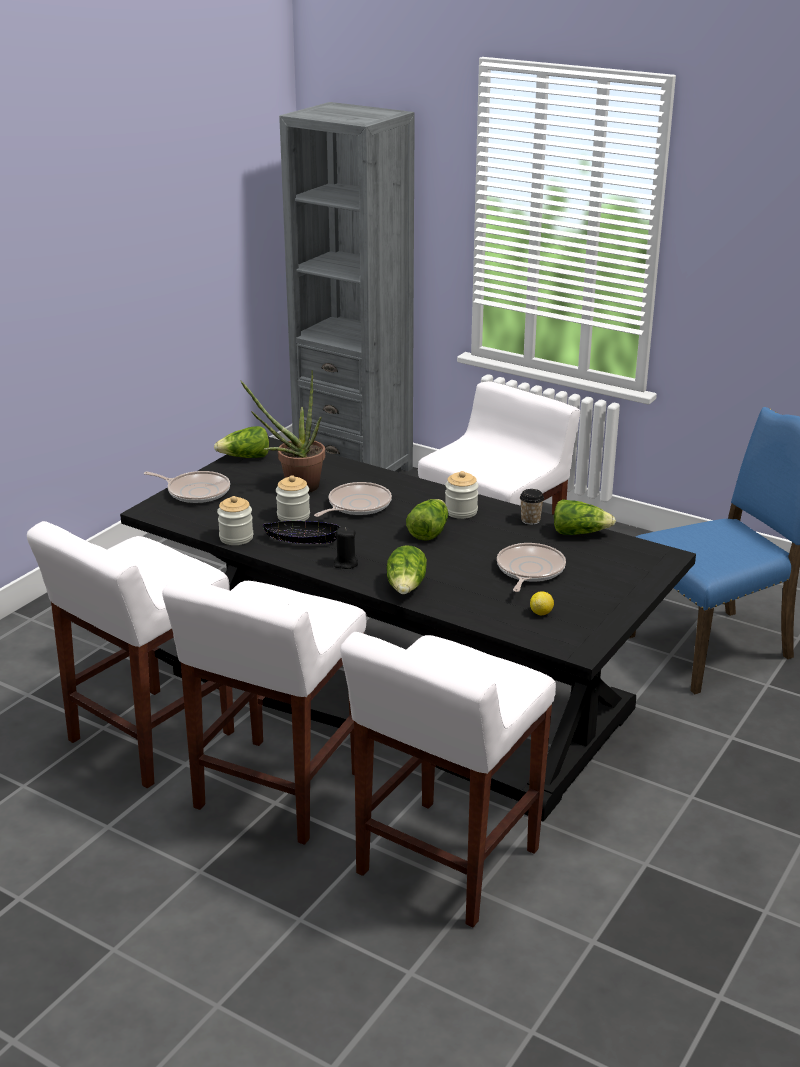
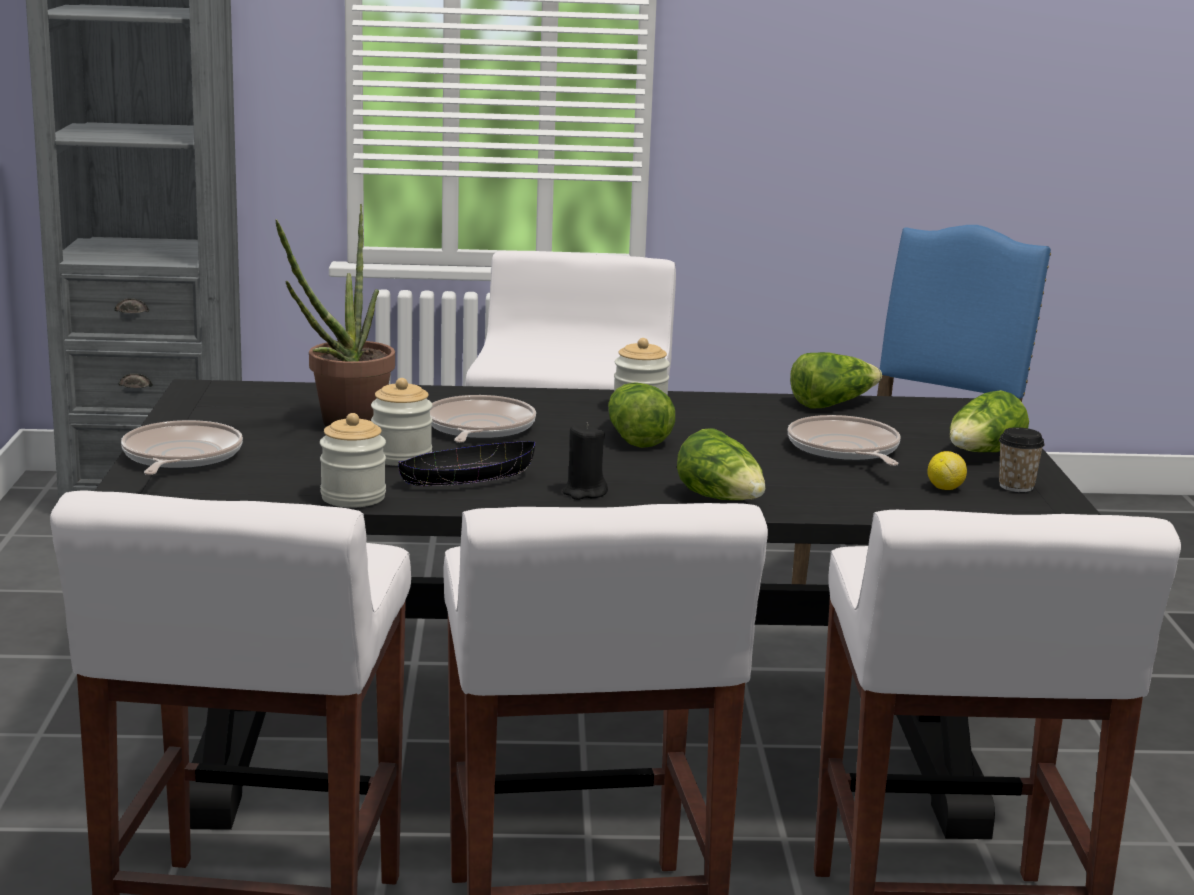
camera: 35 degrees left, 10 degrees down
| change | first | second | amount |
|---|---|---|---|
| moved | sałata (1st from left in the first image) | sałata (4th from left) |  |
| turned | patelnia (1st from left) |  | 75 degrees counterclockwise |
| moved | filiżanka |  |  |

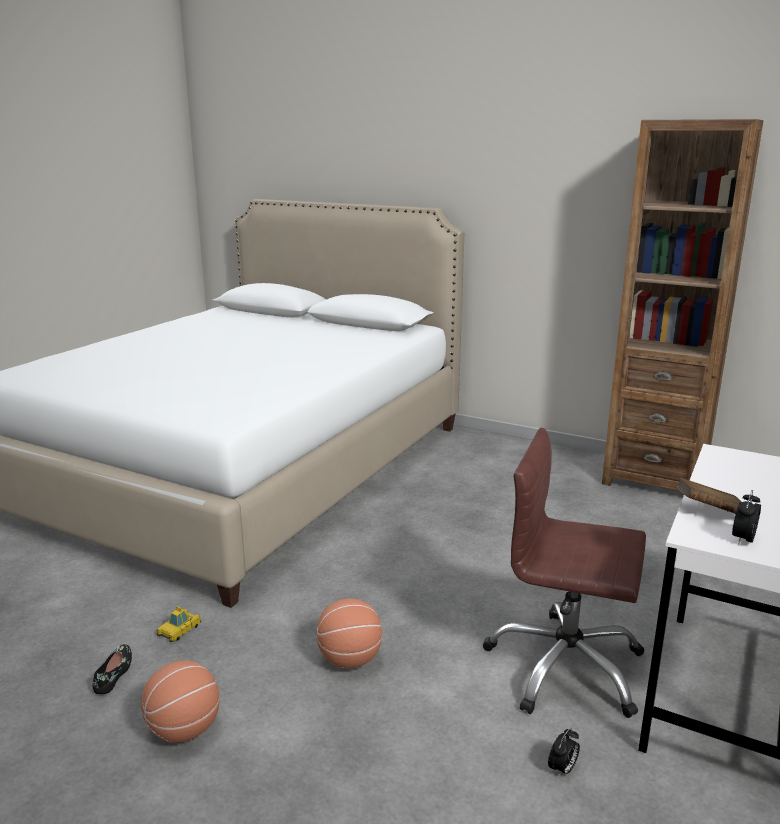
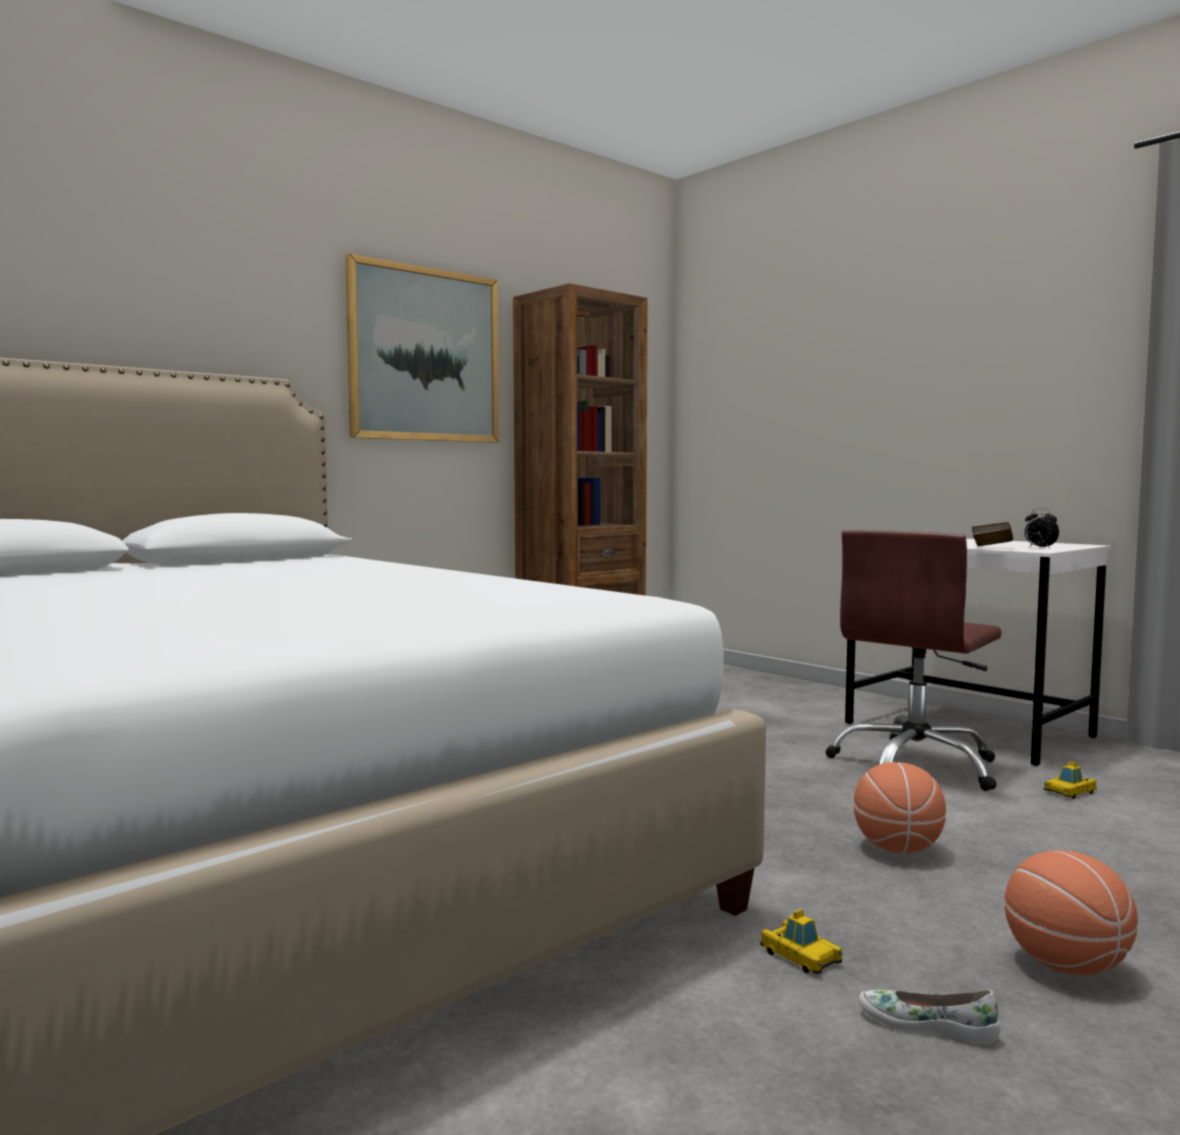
camera: 70 degrees left, 15 degrees down
| change | first | second | amount |
|---|---|---|---|
| recoloured | but/czarny | but/biały |  |
| replaced | budzik (1st from left) | samochodzik (2nd from left) |  |
| added |  | obraz |  |

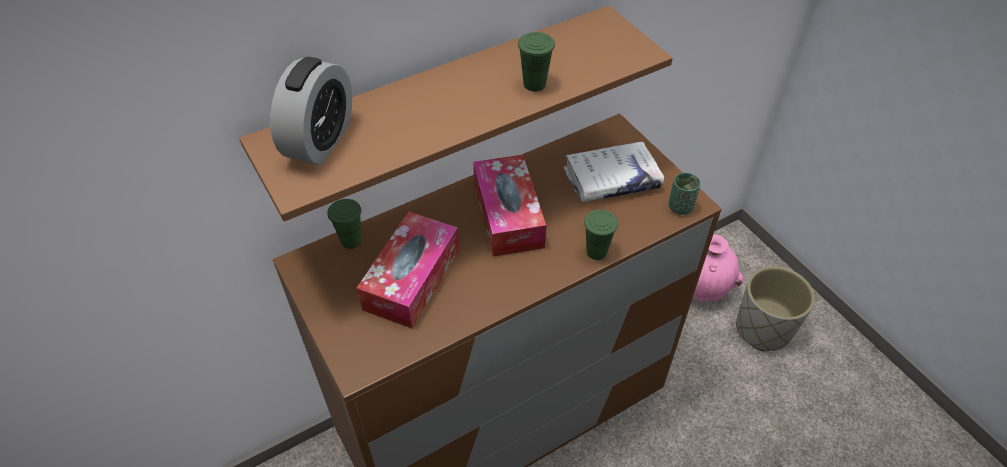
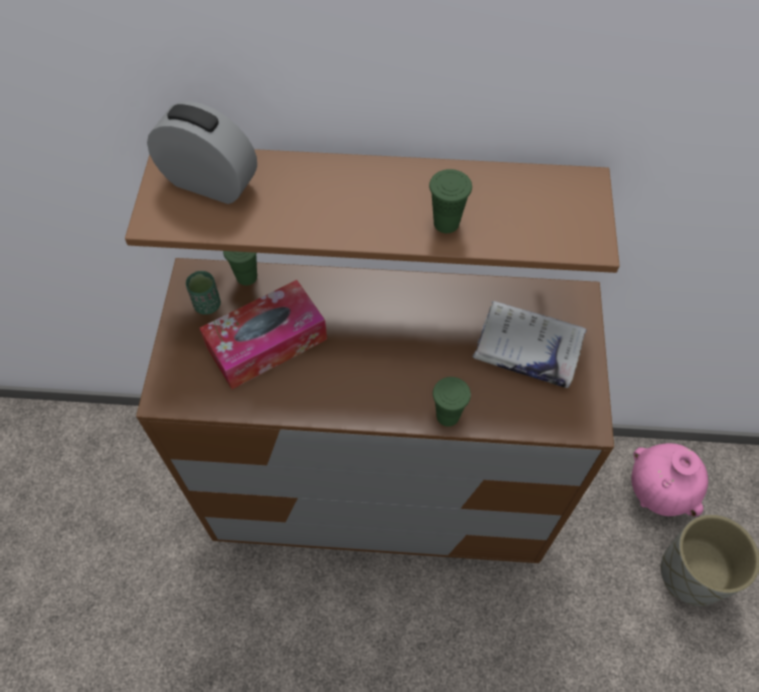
camera: 35 degrees right, 10 degrees up
| change | first | second | amount |
|---|---|---|---|
| turned | budzik |  | 120 degrees counterclockwise |
| removed | pudełko chusteczek (2nd from left) |  |  |
| moved | filiżanka/zielony (4th from left in the first image) | filiżanka/zielony (1st from left) |  |

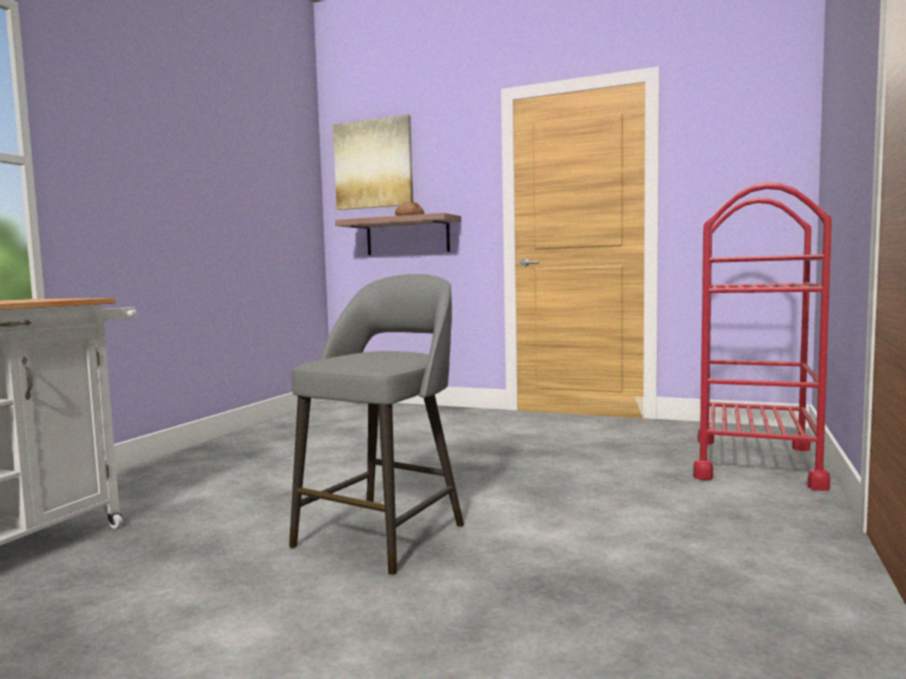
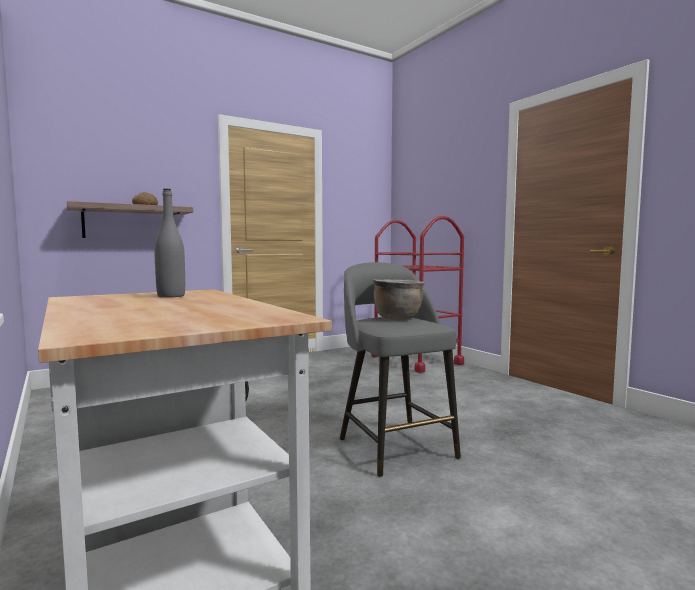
camera: 55 degrees left, 0 degrees up
| change | first | second | amount |
|---|---|---|---|
| removed | obraz |  |  |
| added |  | butelka/szary |  |
| added |  | garnek/brązowy |  |

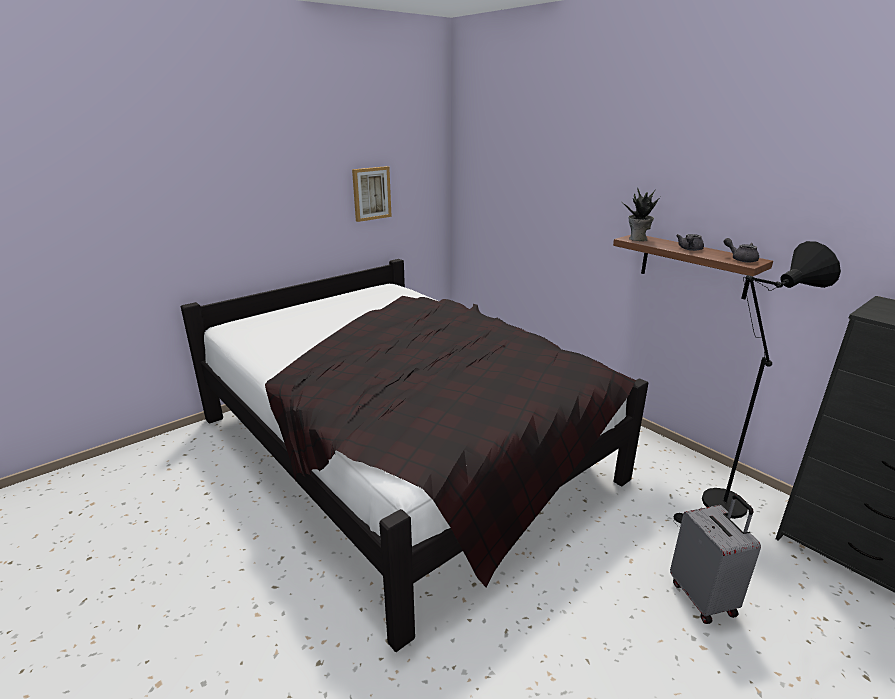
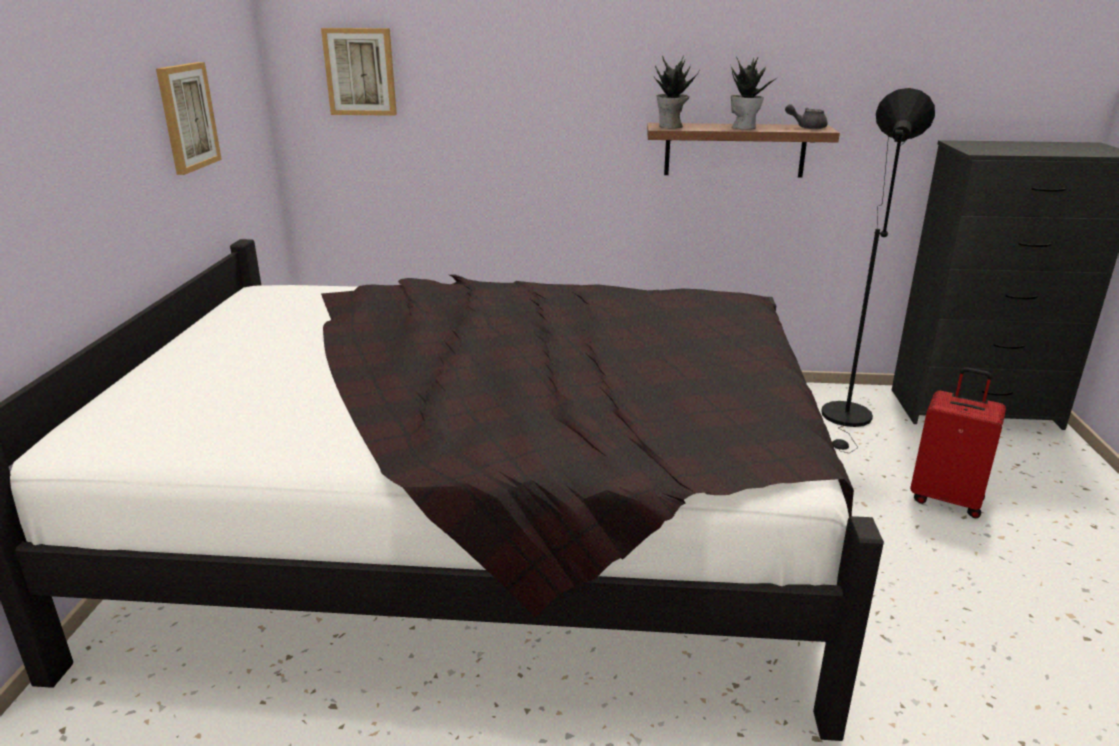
camera: 45 degrees left, 0 degrees up
| change | first | second | amount |
|---|---|---|---|
| replaced | imbryk/szary (1st from left) | roślina doniczkowa (2nd from left) |  |
| recoloured | walizka/szary | walizka/czerwony |  |
| added |  | obraz (2nd from left) |  |

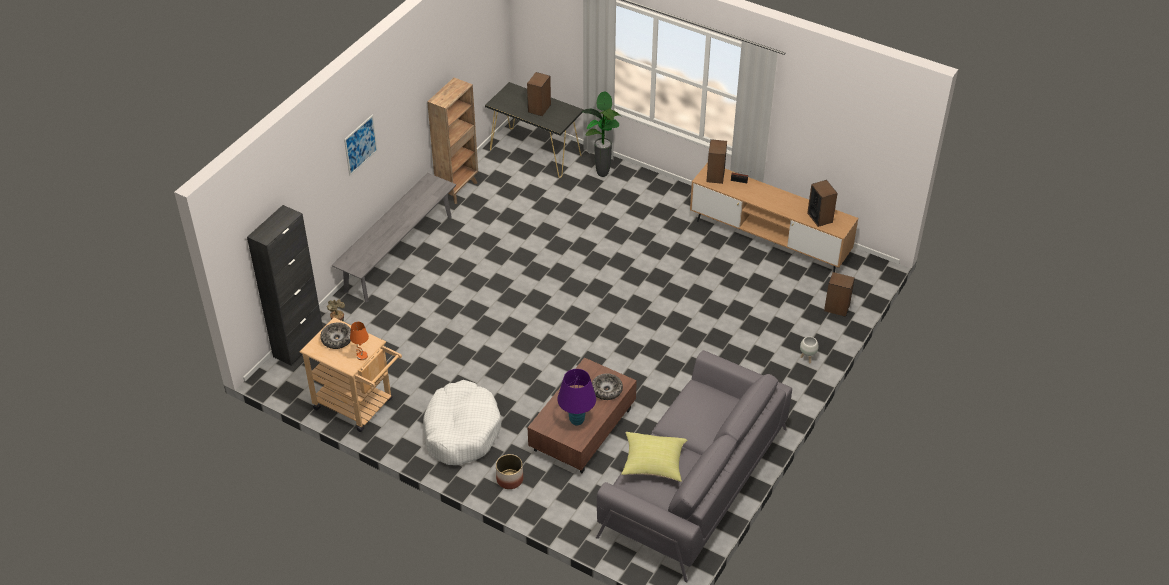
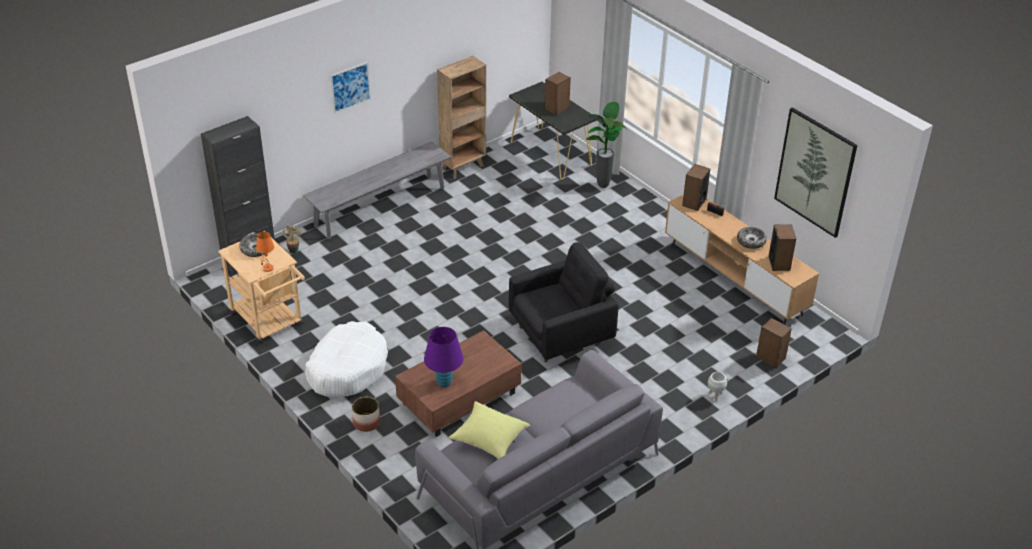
camera: 20 degrees right, 5 degrees down
| change | first | second | amount |
|---|---|---|---|
| moved | miska (2nd from left) |  |  |
| added |  | obraz (2nd from left) |  |
| added |  | fotel/czarny |  |

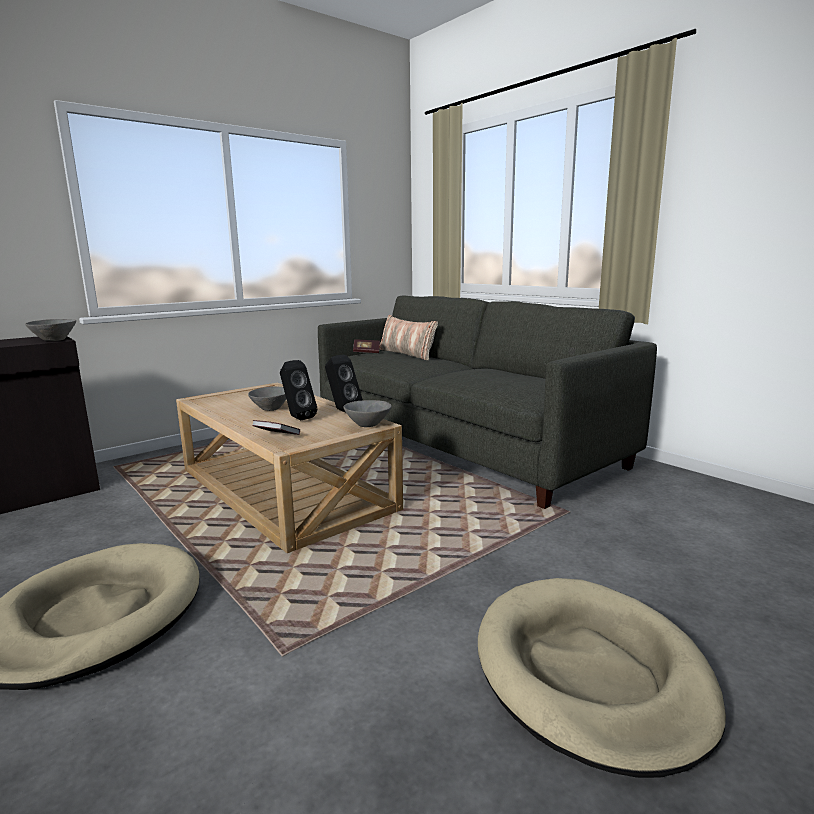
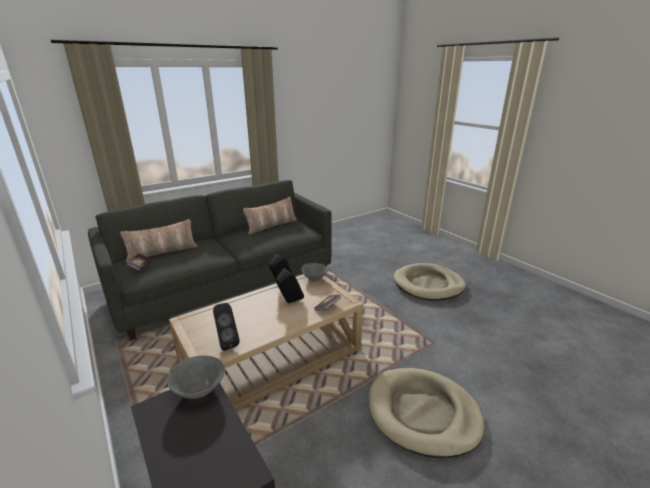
camera: 85 degrees left, 10 degrees up
| change | first | second | amount |
|---|---|---|---|
| removed | miska/szary (2nd from left) |  |  |
| added |  | poduszka (2nd from left) |  |
| added |  | głośnik/czarny (1st from left) |  |

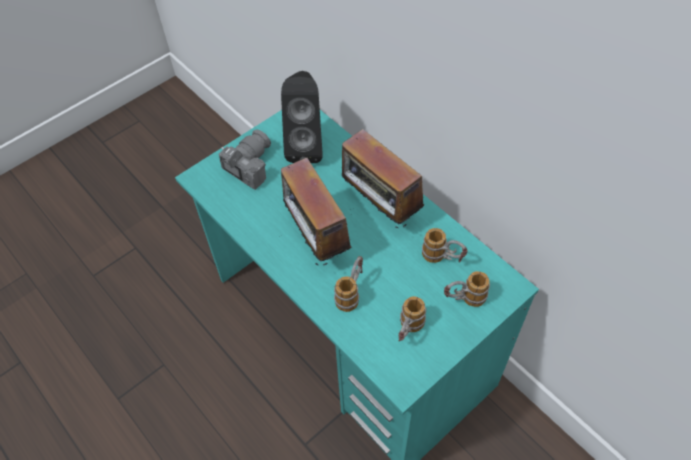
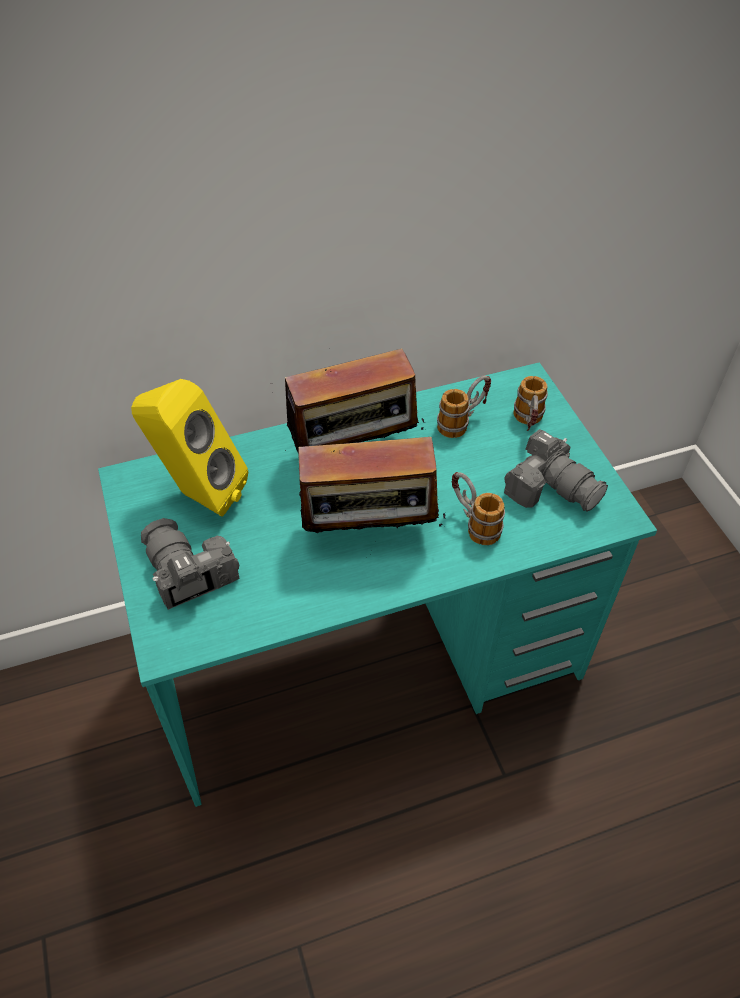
camera: 70 degrees left, 5 degrees down
| change | first | second | amount |
|---|---|---|---|
| recoloured | głośnik/czarny | głośnik/żółty |  |
| replaced | kubek (2nd from left) | aparat fotograficzny (2nd from left) |  |

